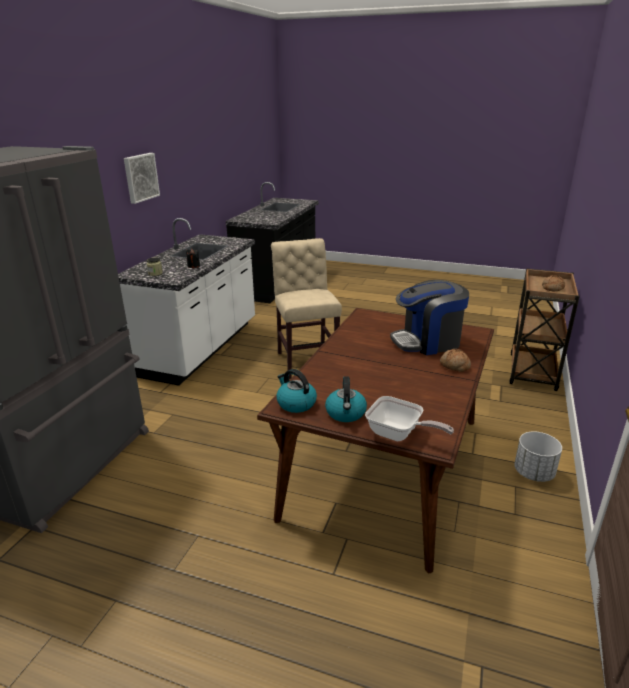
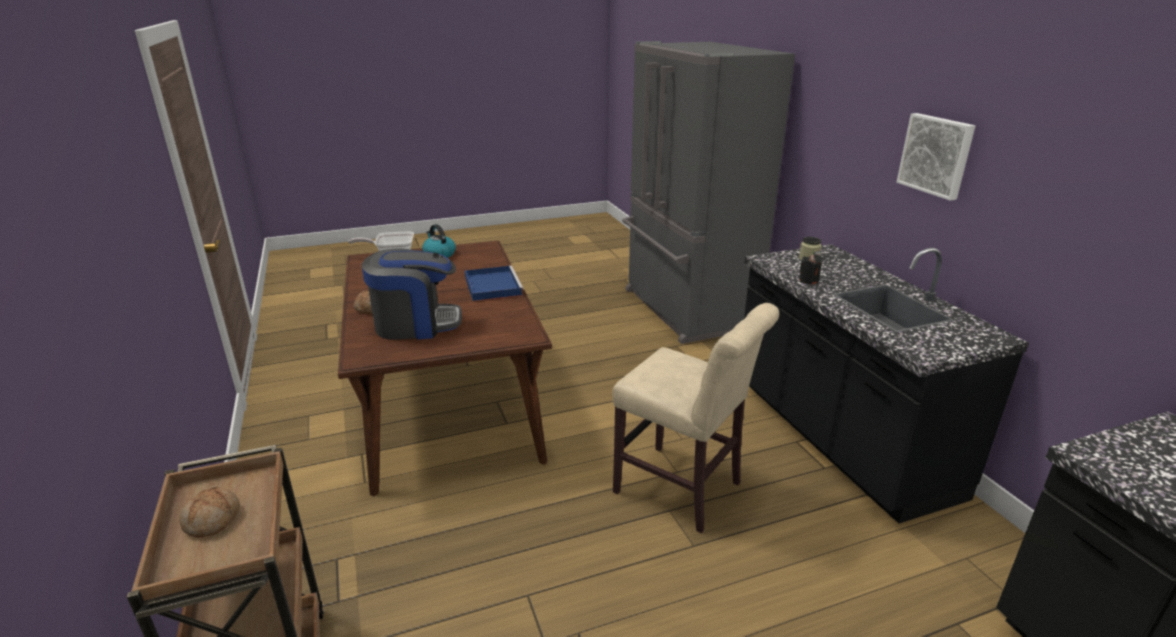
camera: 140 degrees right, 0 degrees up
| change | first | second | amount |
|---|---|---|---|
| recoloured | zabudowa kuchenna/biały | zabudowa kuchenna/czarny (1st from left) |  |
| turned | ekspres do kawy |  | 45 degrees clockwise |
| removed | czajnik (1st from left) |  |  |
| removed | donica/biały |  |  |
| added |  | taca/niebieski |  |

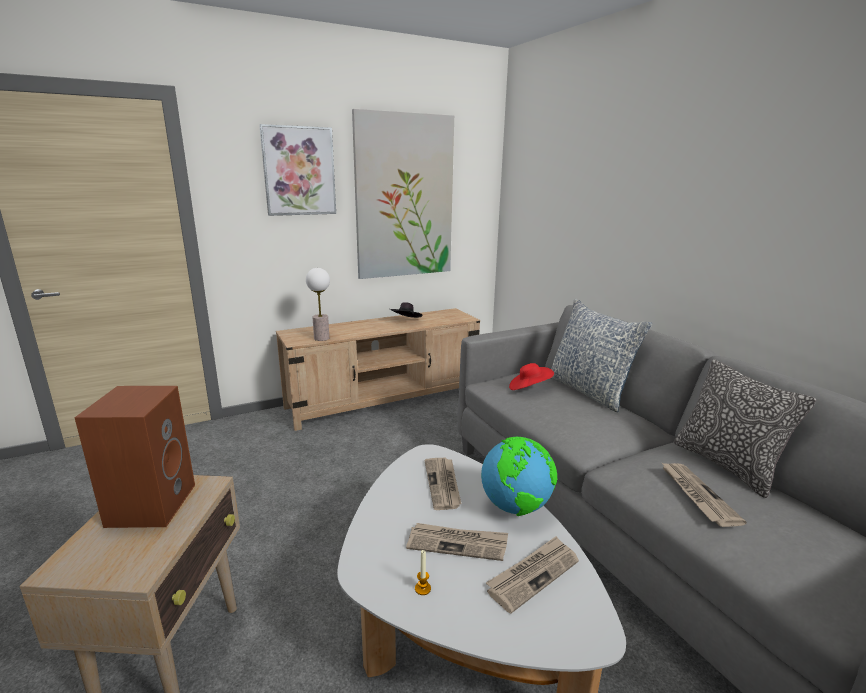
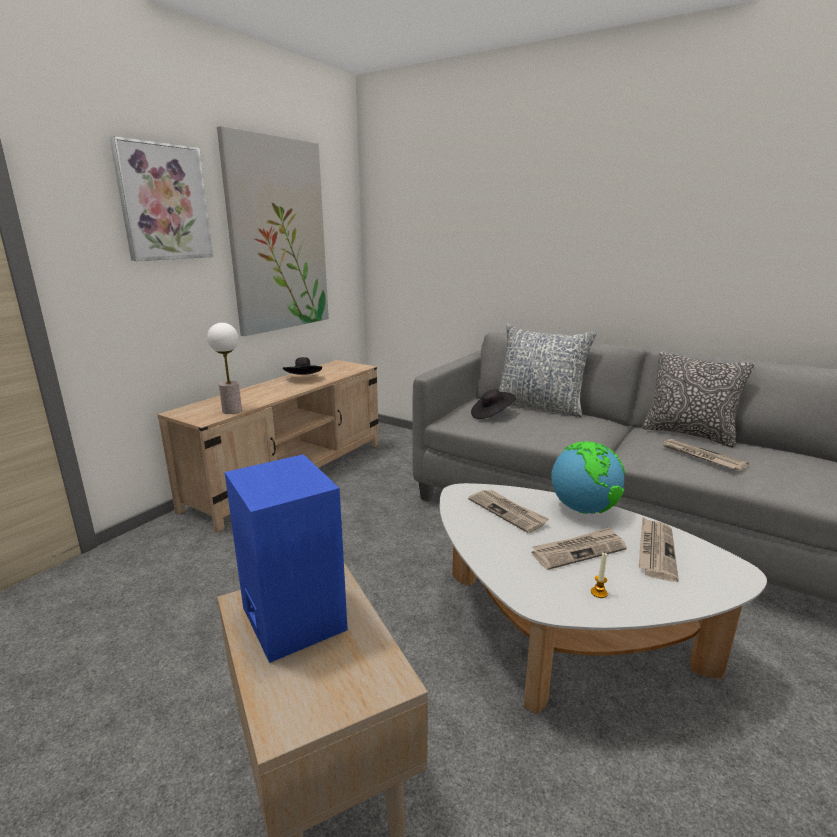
camera: 30 degrees left, 0 degrees up
| change | first | second | amount |
|---|---|---|---|
| recoloured | kapelusz/czerwony | kapelusz/czarny (2nd from left) |  |
| recoloured | głośnik/brązowy | głośnik/niebieski |  |

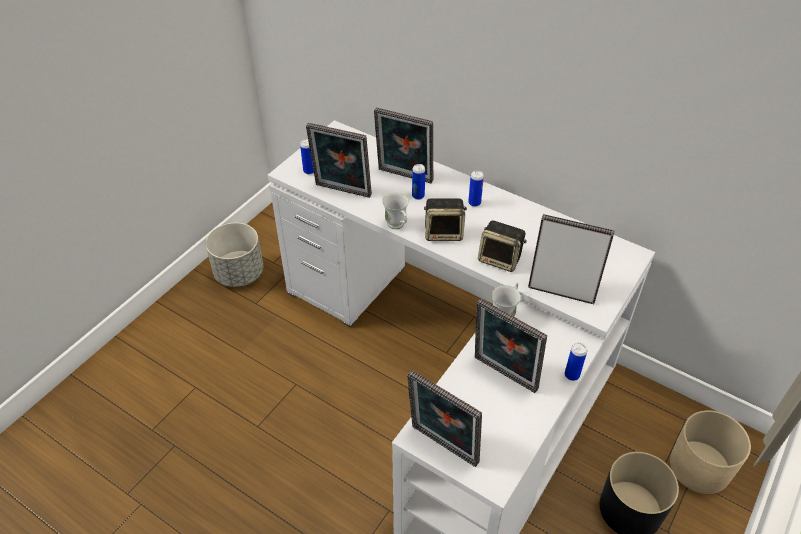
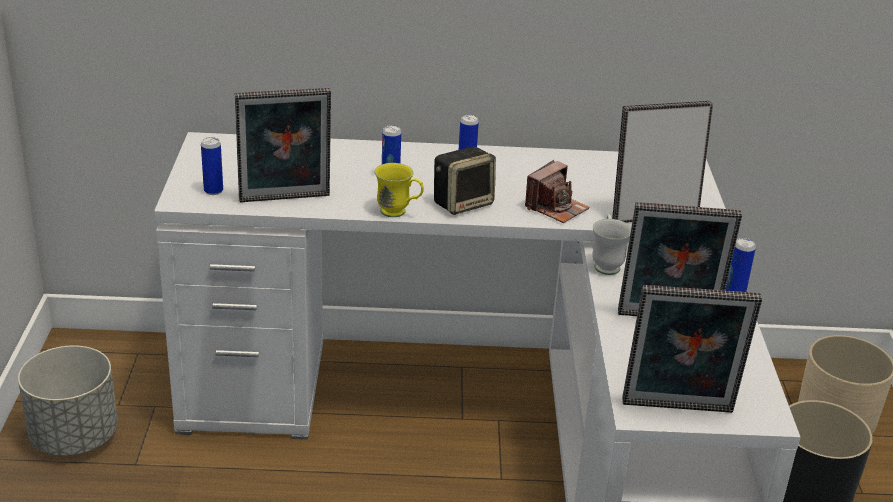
camera: 35 degrees left, 15 degrees down
| change | first | second | amount |
|---|---|---|---|
| removed | ramka na zdjęcie (2nd from left) |  |  |
| recoloured | kubek/biały (1st from left) | kubek/żółty |  |
| replaced | głośnik (2nd from left) | aparat fotograficzny |  |

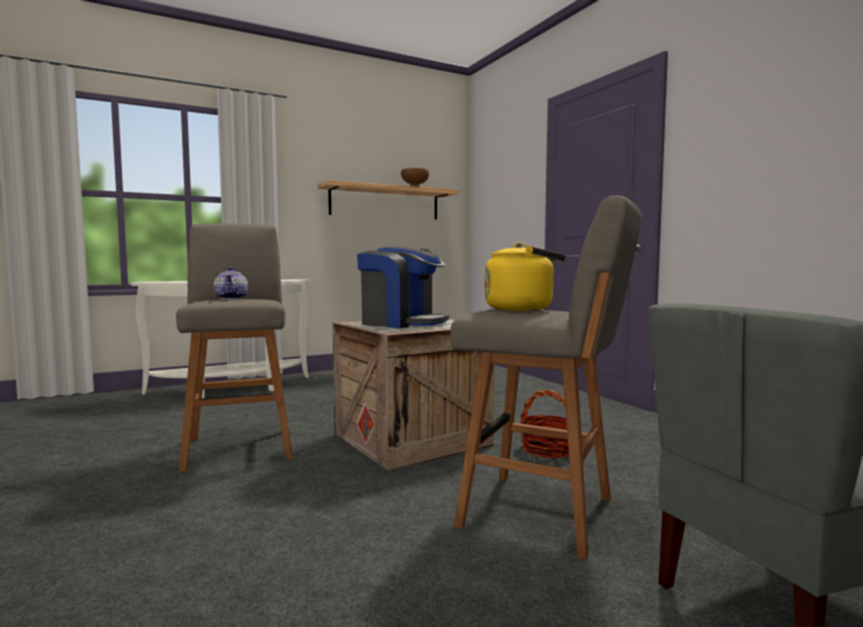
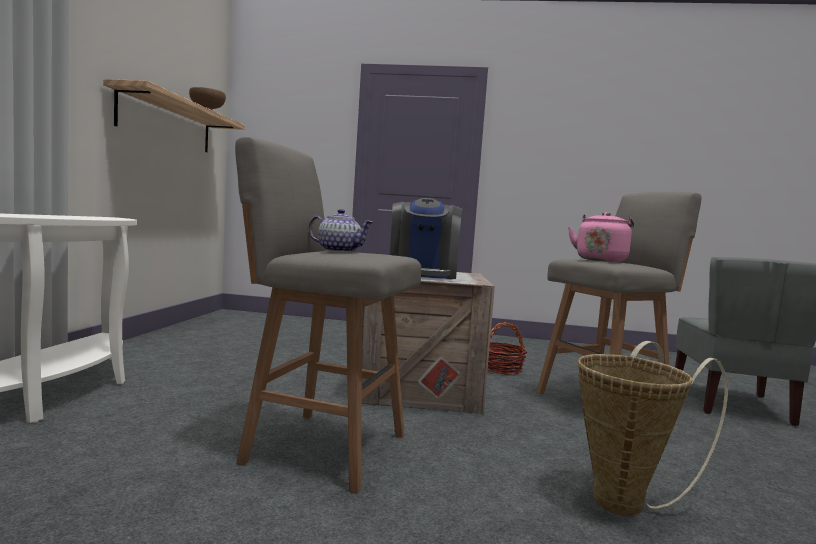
camera: 55 degrees left, 0 degrees up
| change | first | second | amount |
|---|---|---|---|
| recoloured | czajnik/żółty | czajnik/różowy |  |
| turned | ekspres do kawy |  | 120 degrees clockwise |
| added |  | koszyk (2nd from left) |  |

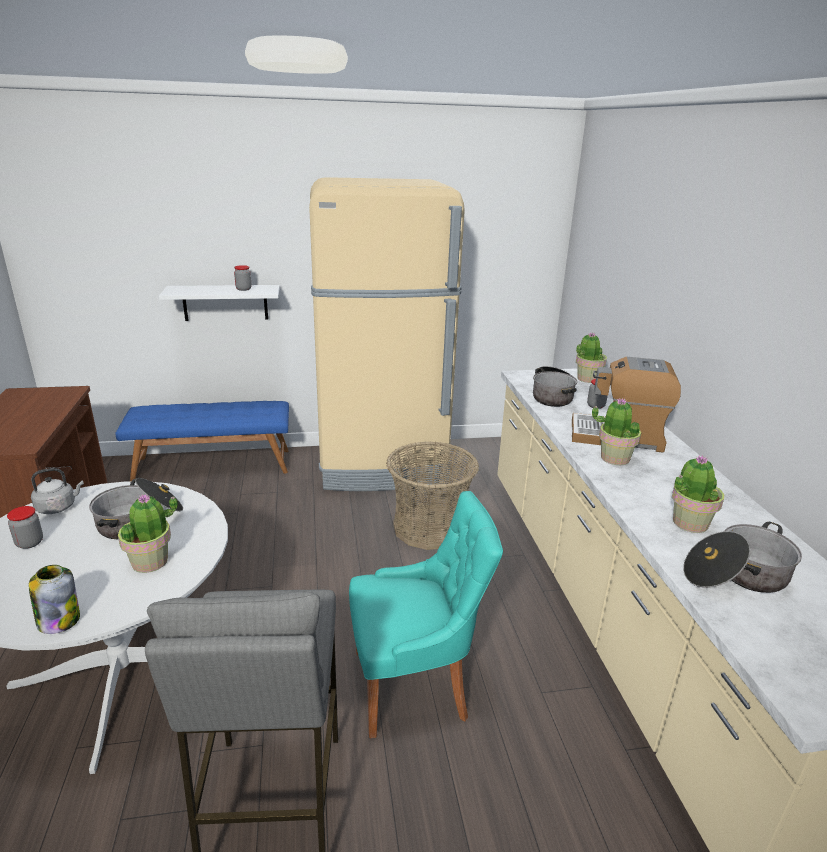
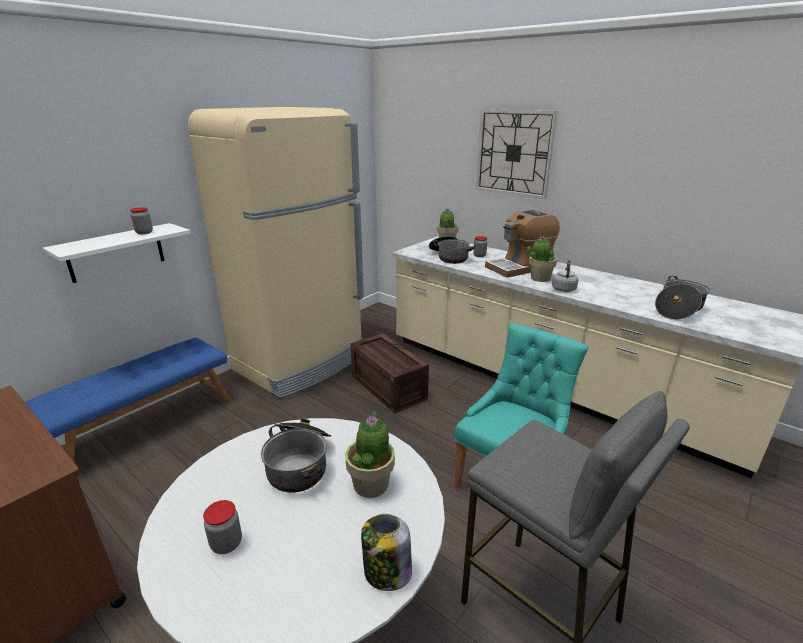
camera: 40 degrees left, 0 degrees up
| change | first | second | amount |
|---|---|---|---|
| replaced | koszyk | skrzynka |  |
| removed | roślina doniczkowa (4th from left) |  |  |
| moved | czajnik/szary |  |  |
| added |  | zegar ścienny |  |

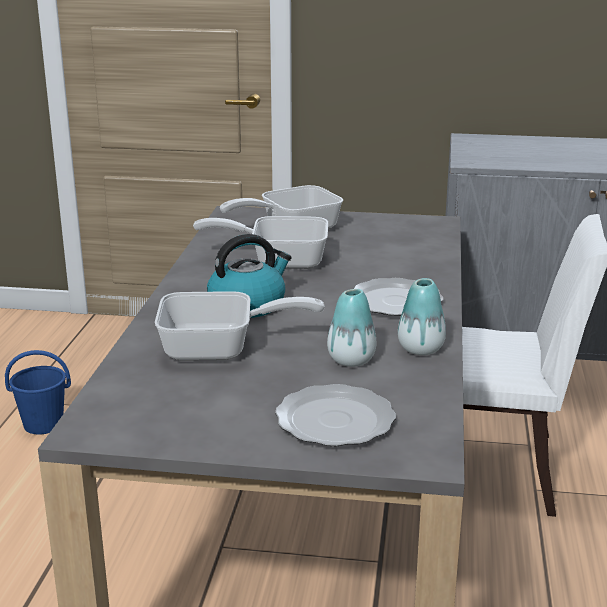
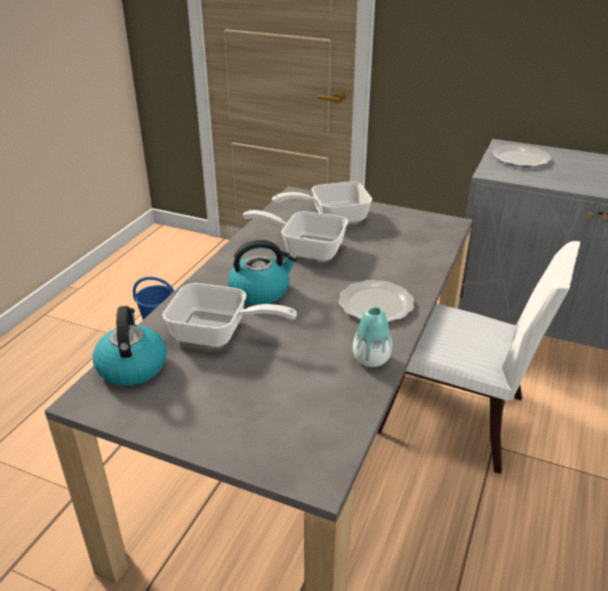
camera: 15 degrees right, 10 degrees up
| change | first | second | amount |
|---|---|---|---|
| removed | wazon (1st from left) |  |  |
| moved | talerz (1st from left in the first image) | talerz (2nd from left) |  |
| added |  | czajnik (1st from left) |  |

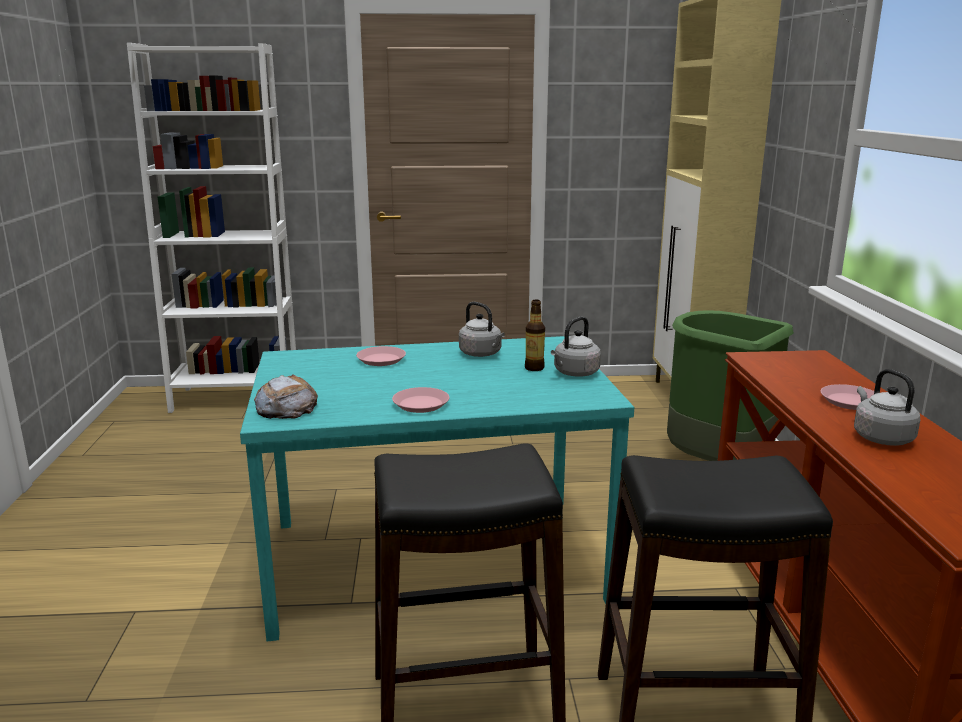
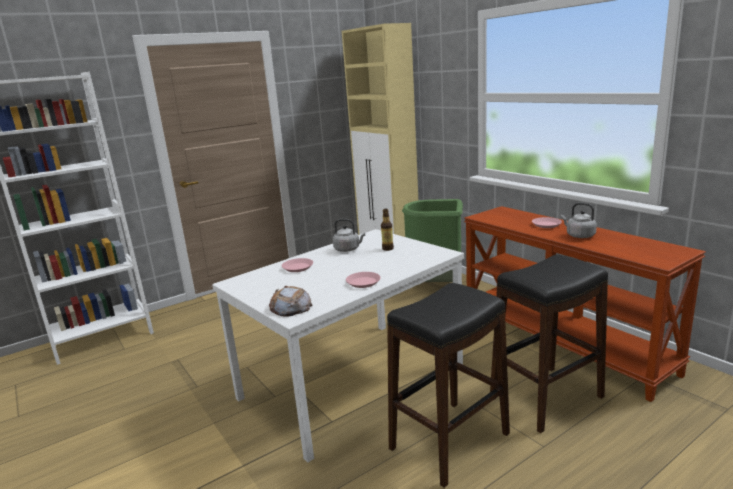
camera: 30 degrees left, 0 degrees up
| change | first | second | amount |
|---|---|---|---|
| removed | czajnik/szary (2nd from left) |  |  |
| recoloured | stół jadalny/turkusowy | stół jadalny/biały |  |

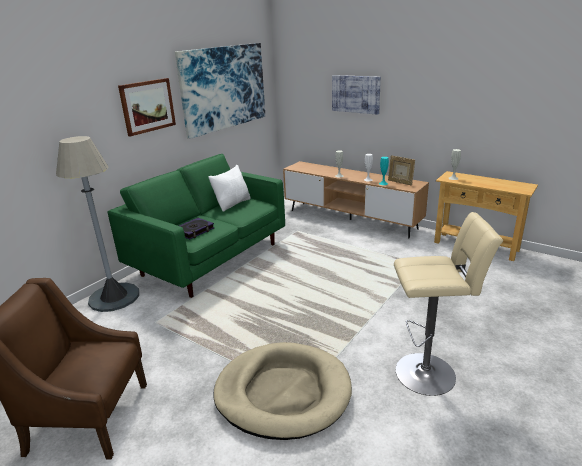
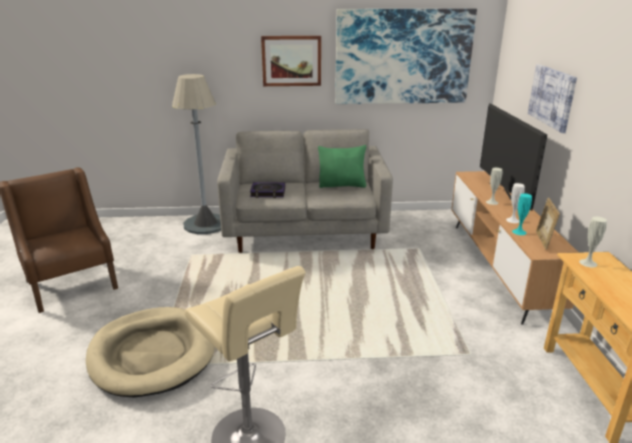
camera: 50 degrees right, 0 degrees up
| change | first | second | amount |
|---|---|---|---|
| recoloured | kanapa/zielony | kanapa/szary |  |
| recoloured | poduszka/biały | poduszka/zielony |  |
| added |  | telewizor |  |

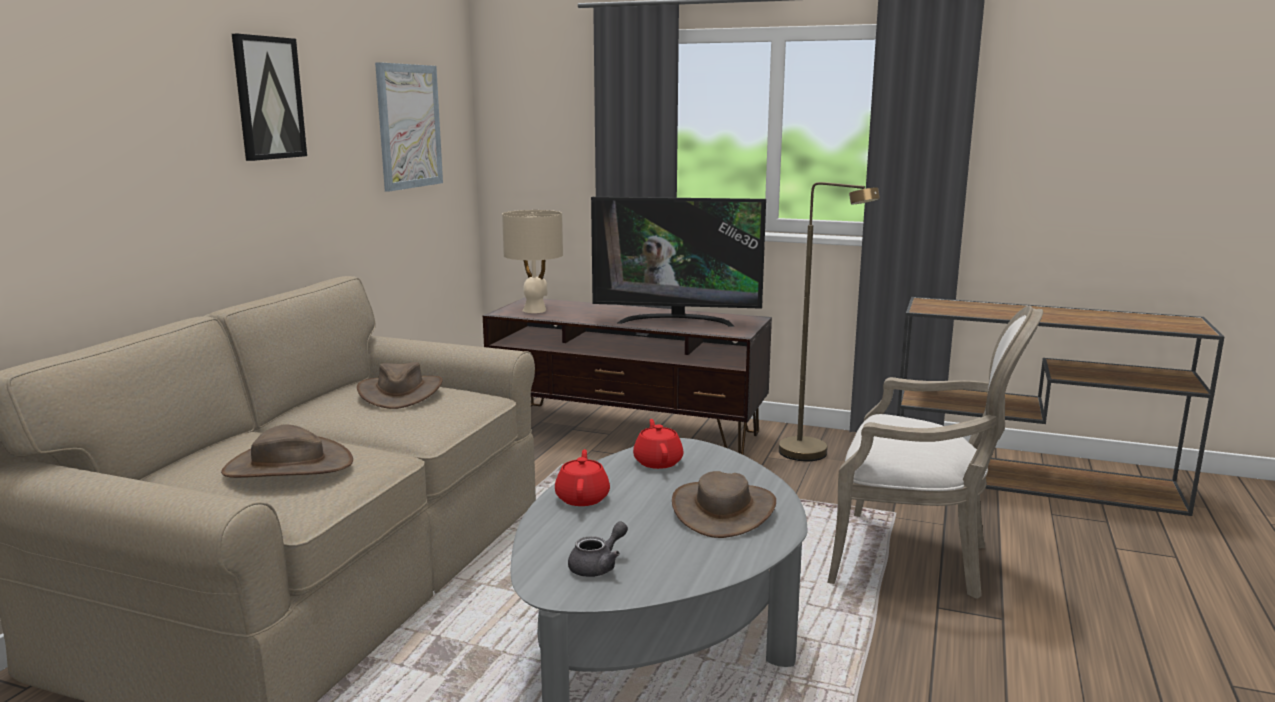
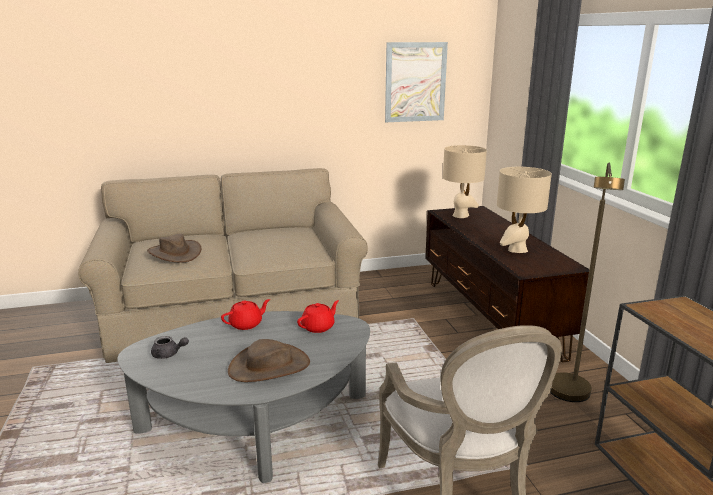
camera: 55 degrees right, 5 degrees up
| change | first | second | amount |
|---|---|---|---|
| removed | obraz (1st from left) |  |  |
| replaced | telewizor | lampa stołowa/beżowy (2nd from left) |  |
| removed | kapelusz/brązowy (2nd from left) |  |  |

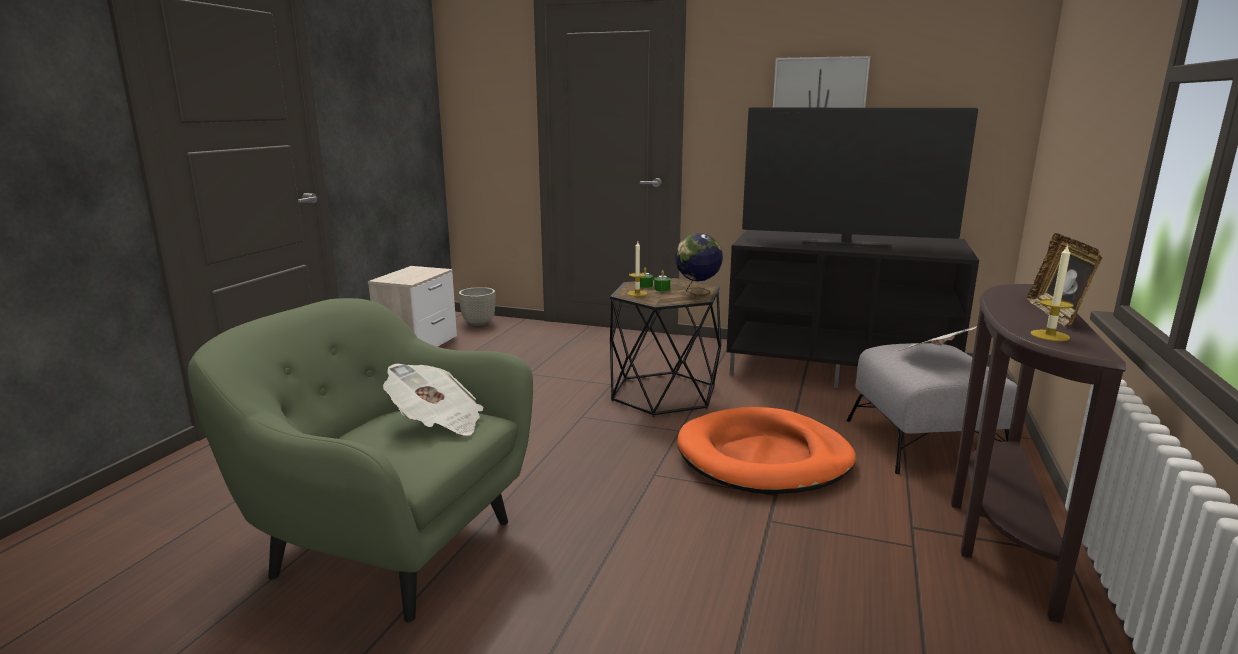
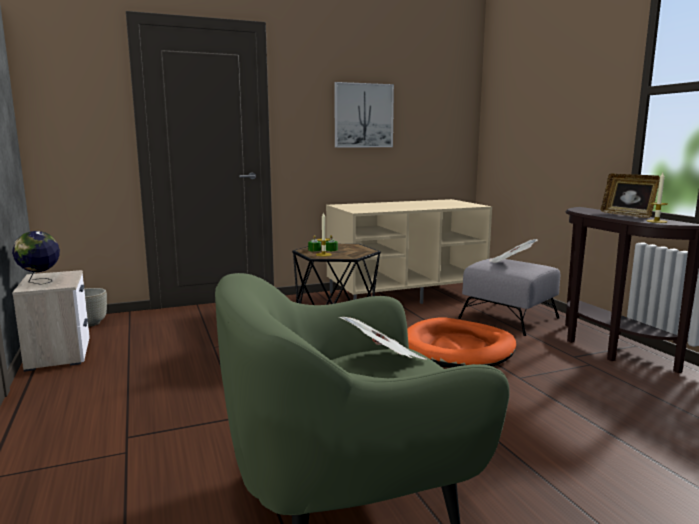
camera: 40 degrees left, 5 degrees down
| change | first | second | amount |
|---|---|---|---|
| removed | telewizor |  |  |
| recoloured | szafka pod telewizor/czarny | szafka pod telewizor/beżowy |  |
| moved | globus |  |  |

